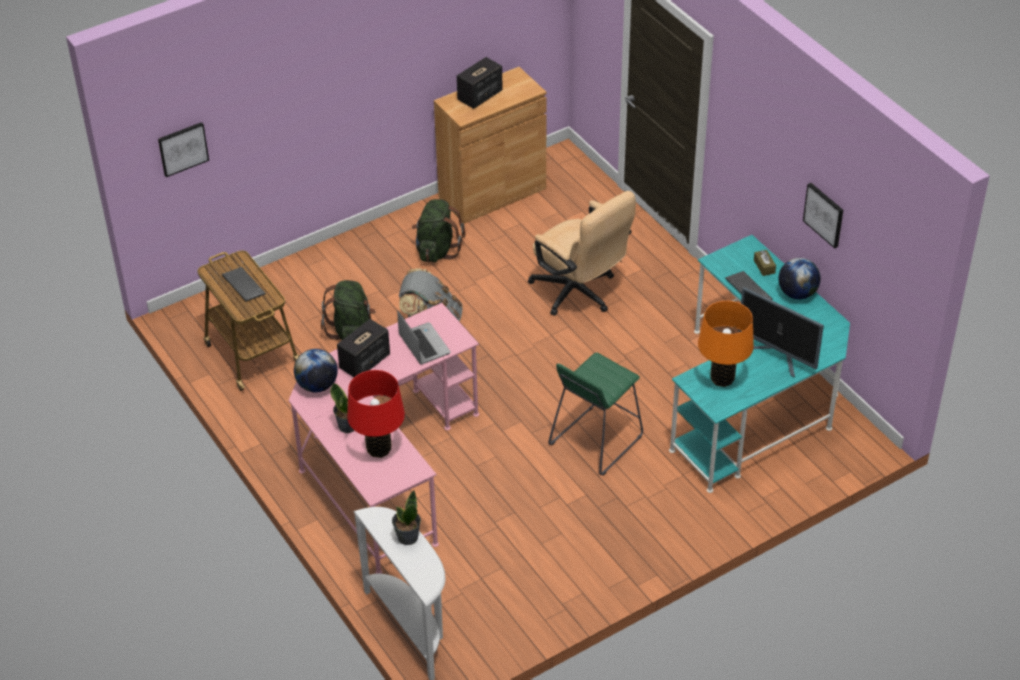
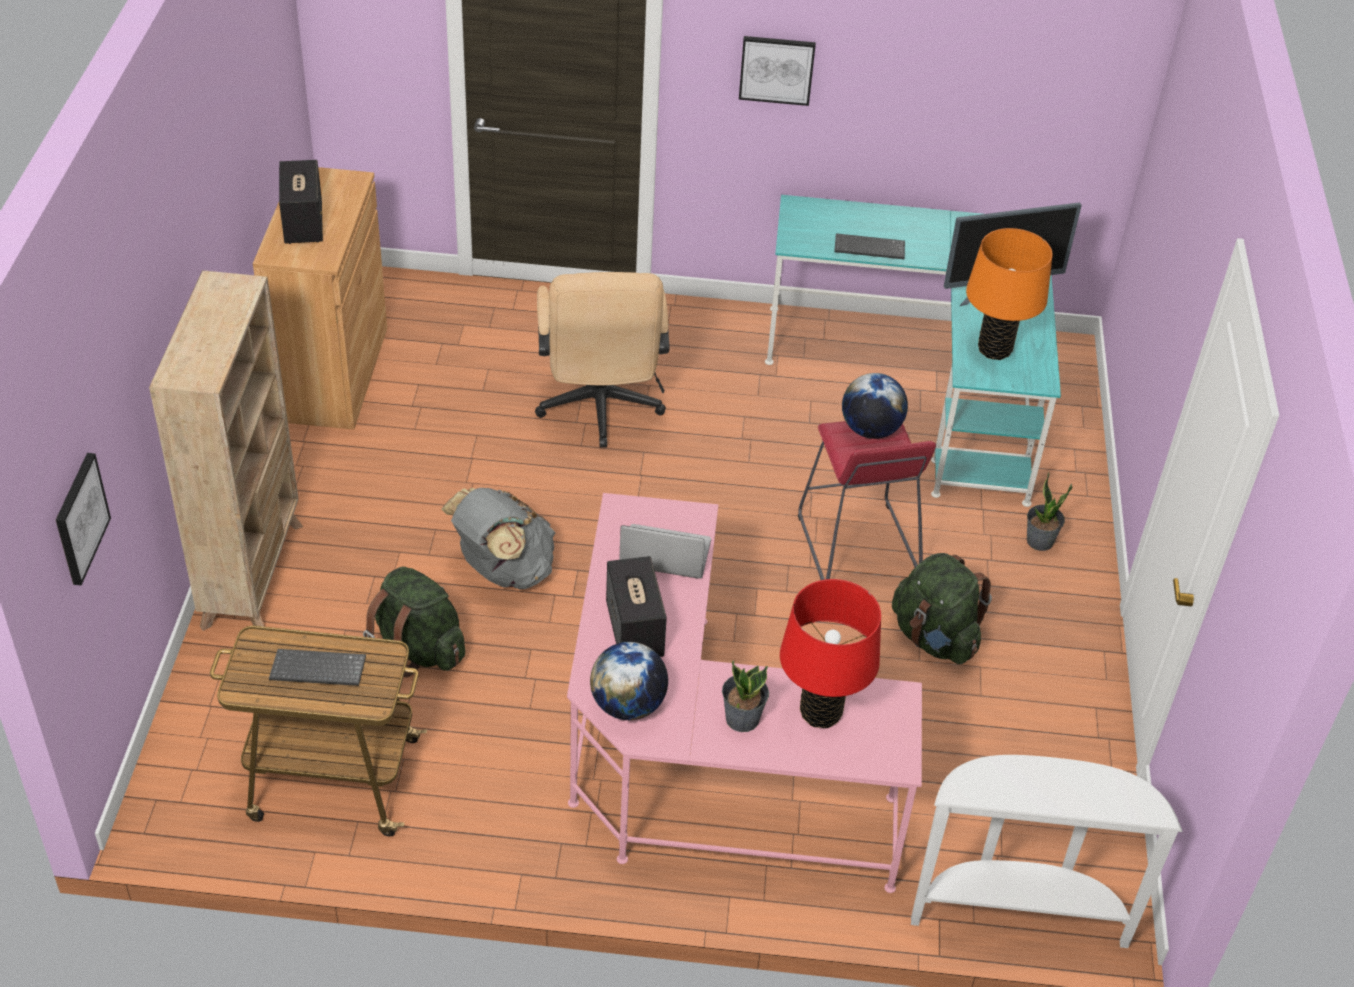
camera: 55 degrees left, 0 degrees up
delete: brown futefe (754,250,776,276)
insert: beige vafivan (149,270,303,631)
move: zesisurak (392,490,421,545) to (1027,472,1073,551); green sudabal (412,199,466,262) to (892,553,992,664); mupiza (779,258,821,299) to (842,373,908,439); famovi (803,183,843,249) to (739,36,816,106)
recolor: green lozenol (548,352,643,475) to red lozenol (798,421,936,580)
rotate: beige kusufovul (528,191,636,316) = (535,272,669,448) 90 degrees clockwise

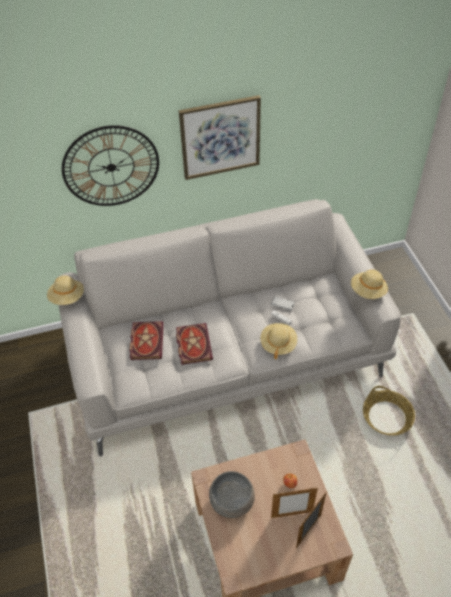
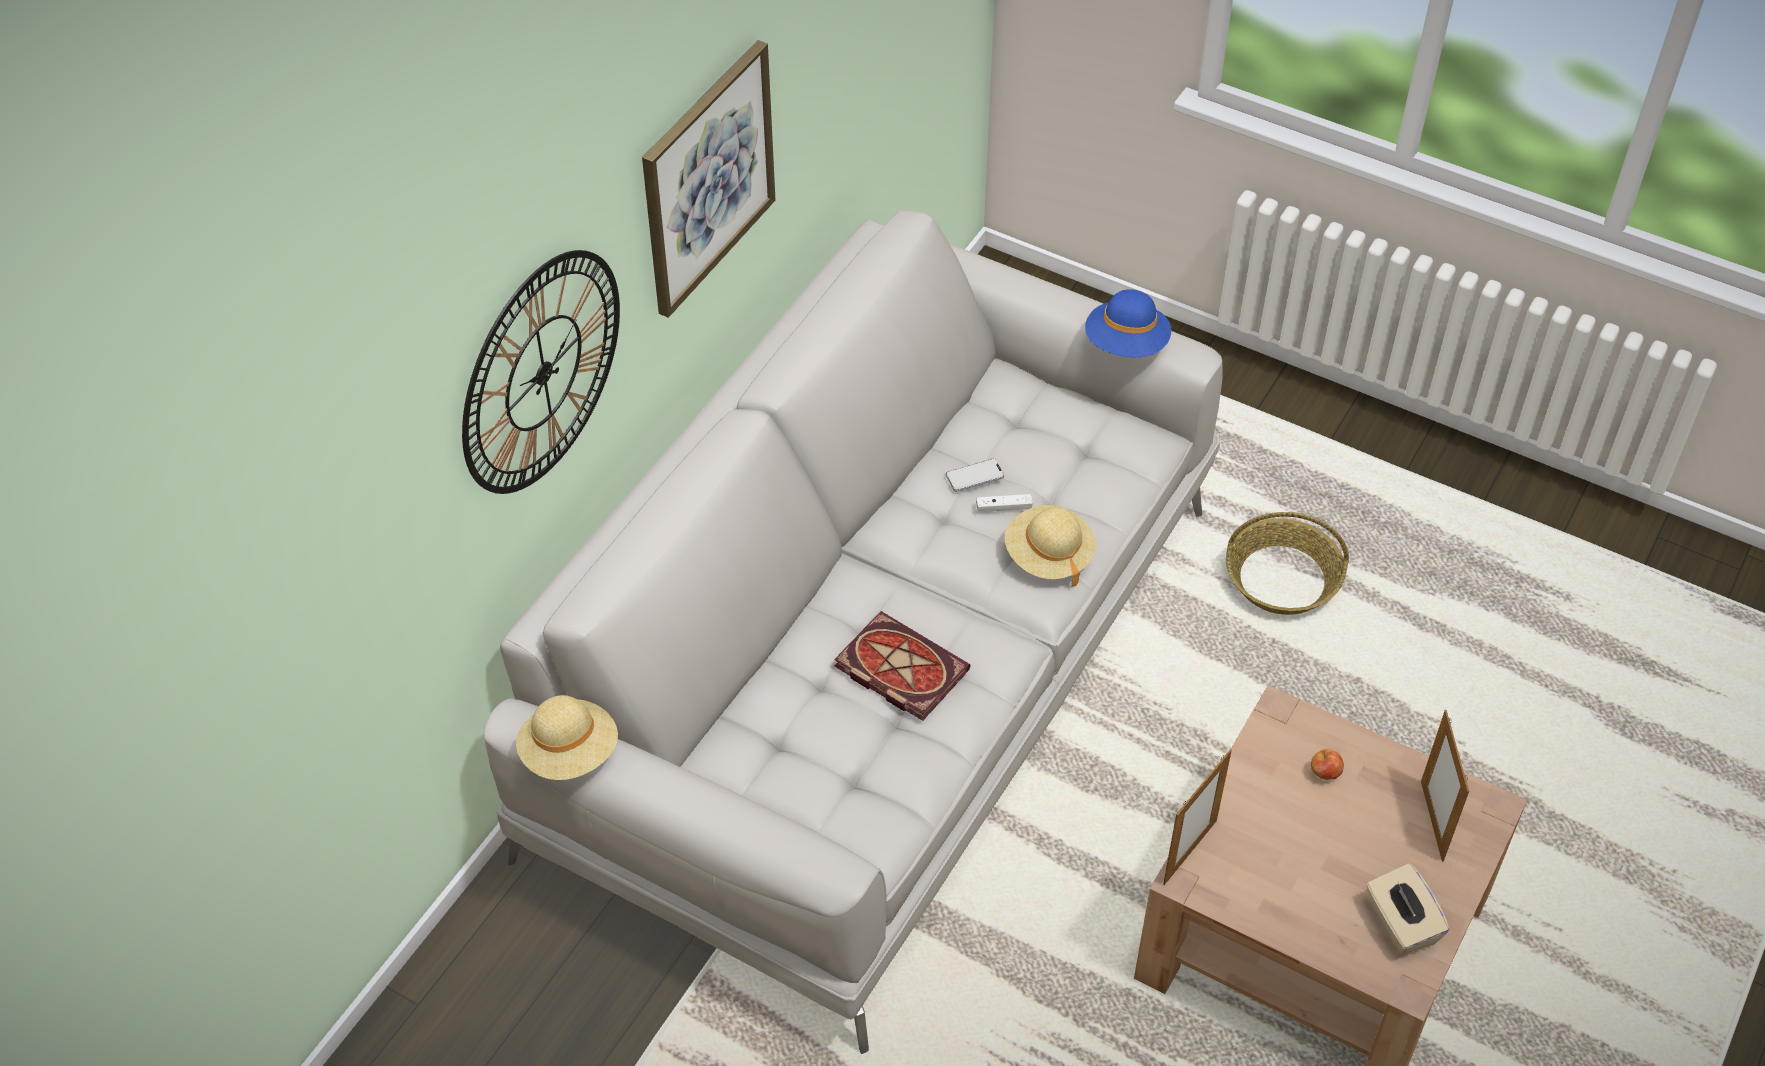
camera: 45 degrees left, 0 degrees up
delete: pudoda (130,321,164,360); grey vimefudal (209,471,255,518)
insert: beige futefe (1367,863,1450,955)
move: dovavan (271,487,318,518) to (1163,749,1232,885)
recolor: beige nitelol (351,269,388,299) to blue nitelol (1085,289,1171,357)

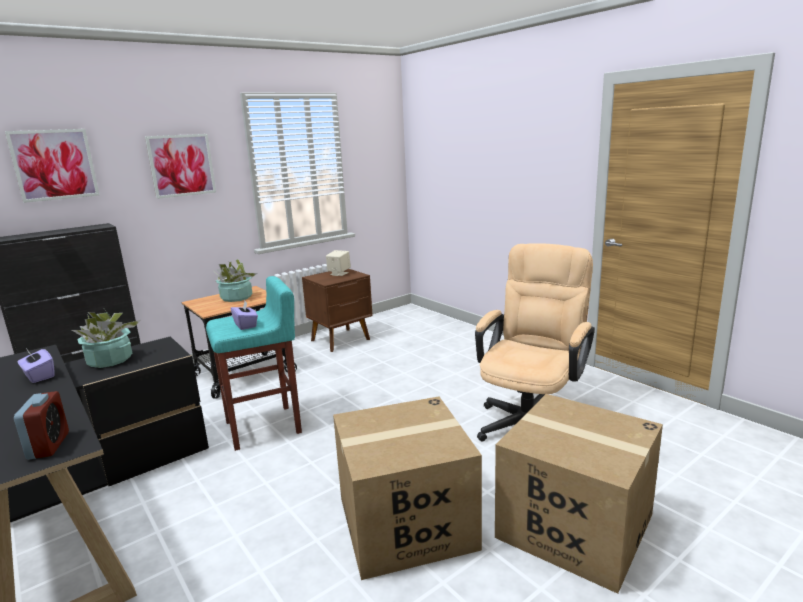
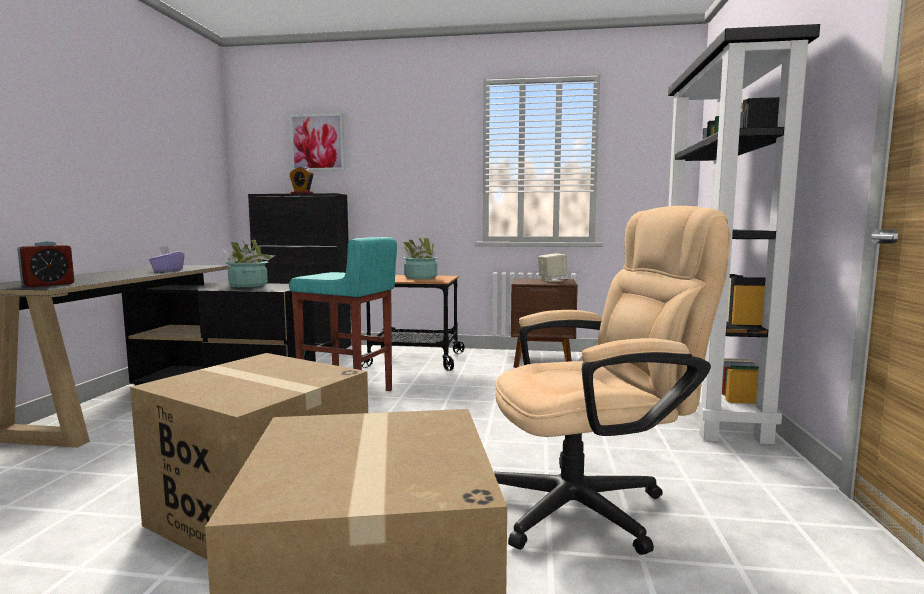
camera: 45 degrees right, 10 degrees down
delete: famovi (145,134,216,199); purple futefe (231,301,258,330)
insert: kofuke (289,167,314,194); black vafivan (668,24,820,444)

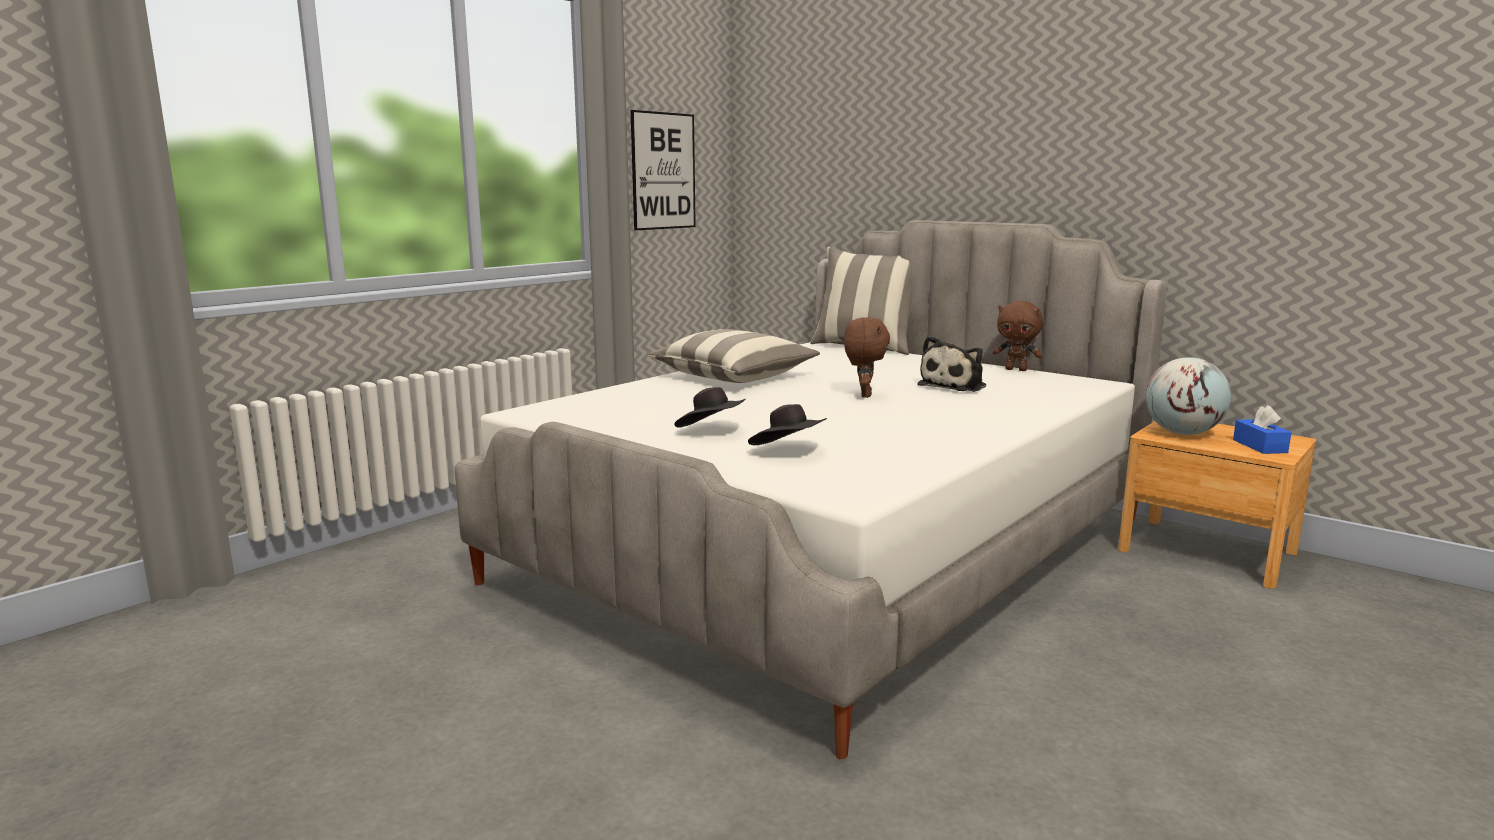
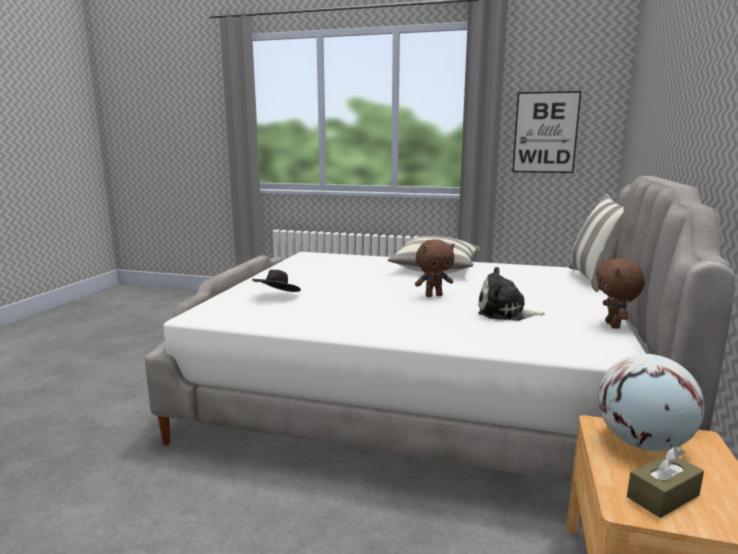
camera: 65 degrees right, 0 degrees up
delete: black nitelol (674,387,745,427)
recolor: blue futefe (1233,405,1292,454) to brown futefe (627,447,704,518)

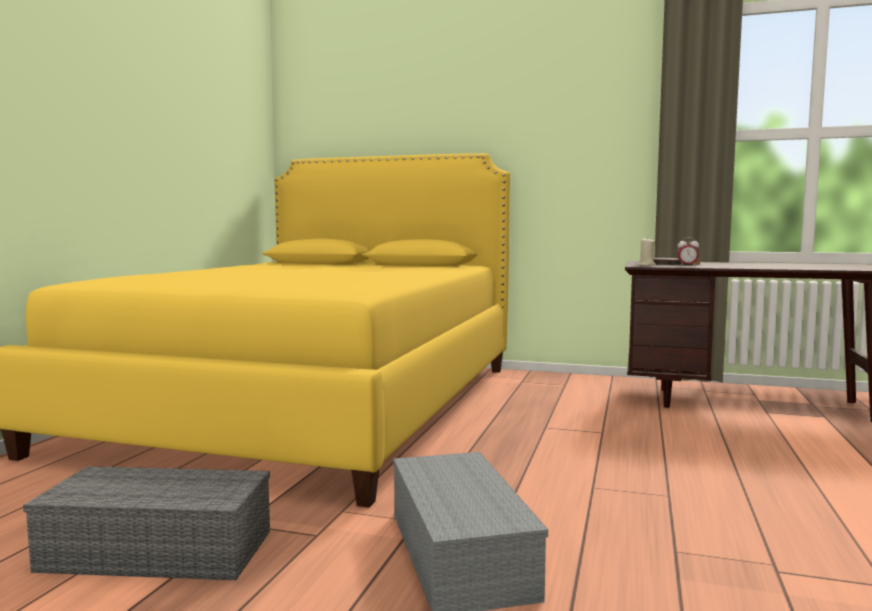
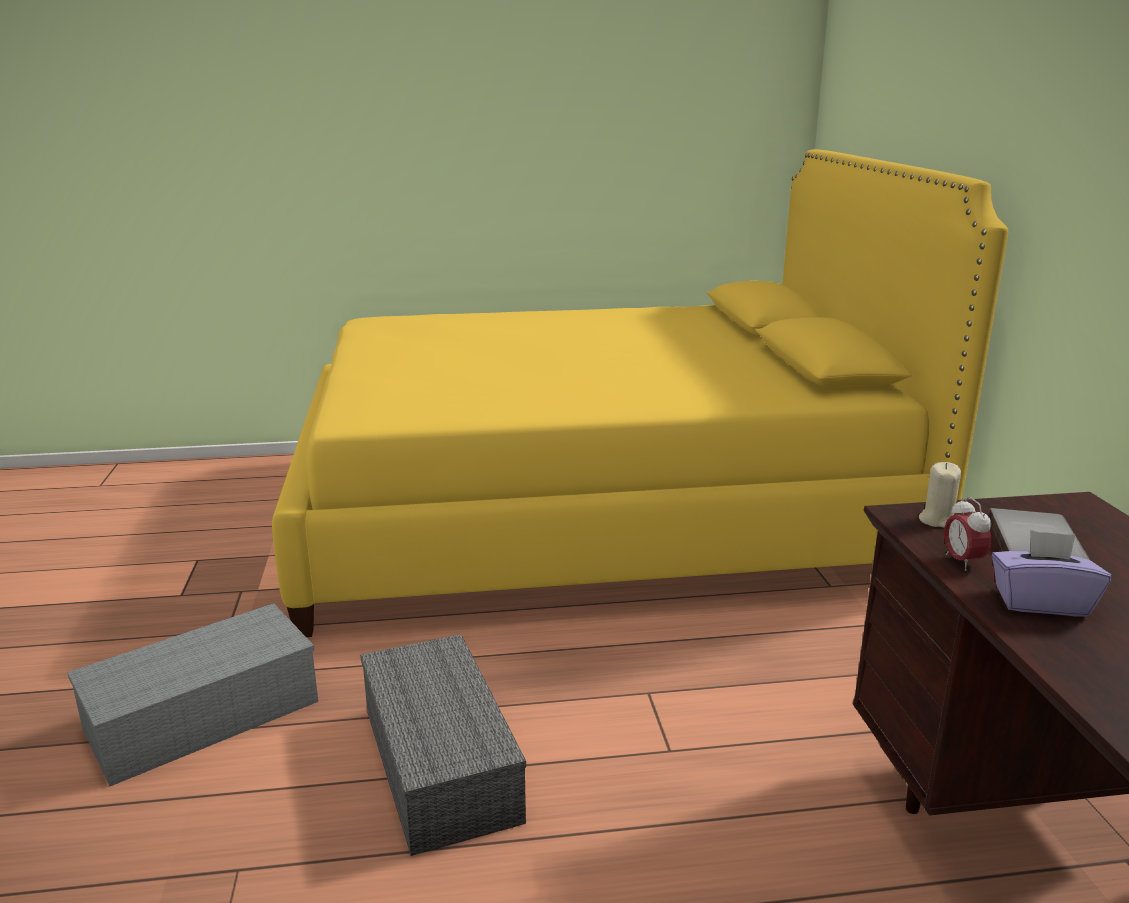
camera: 65 degrees right, 15 degrees up
insert: purple futefe (992,530,1112,616)
move: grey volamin (23,466,270,580) to (360,634,526,856)

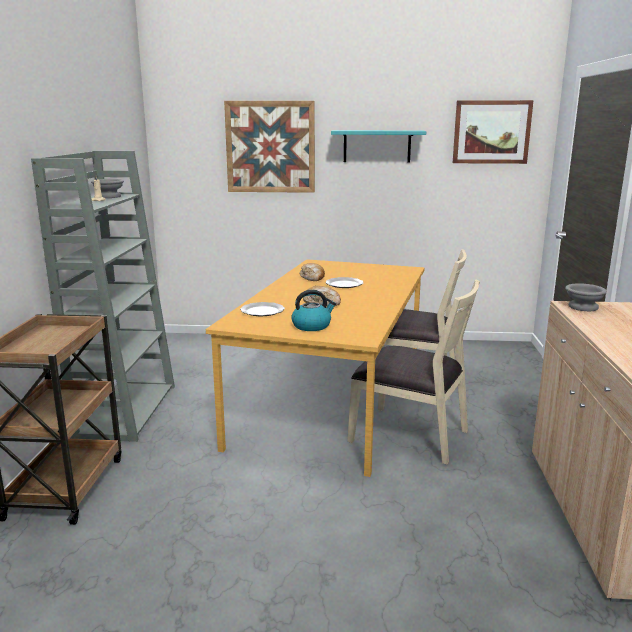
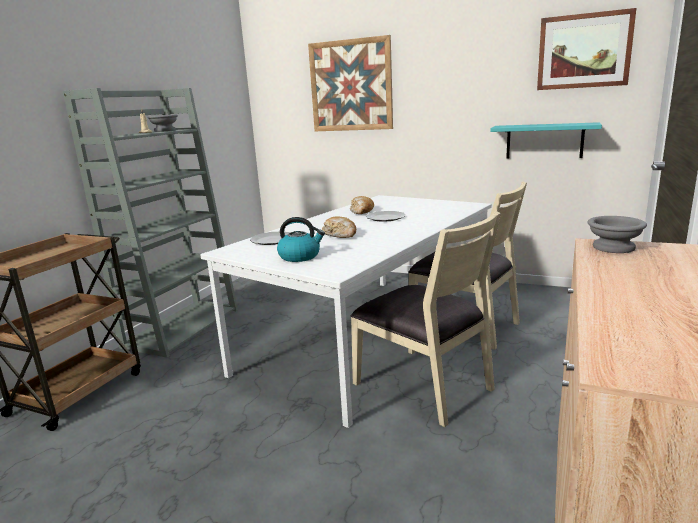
camera: 20 degrees right, 0 degrees up
move: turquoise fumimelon (331,130,426,163) to (491,122,602,159)
recolor: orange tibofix (206,259,425,477) to white tibofix (200,195,492,428)

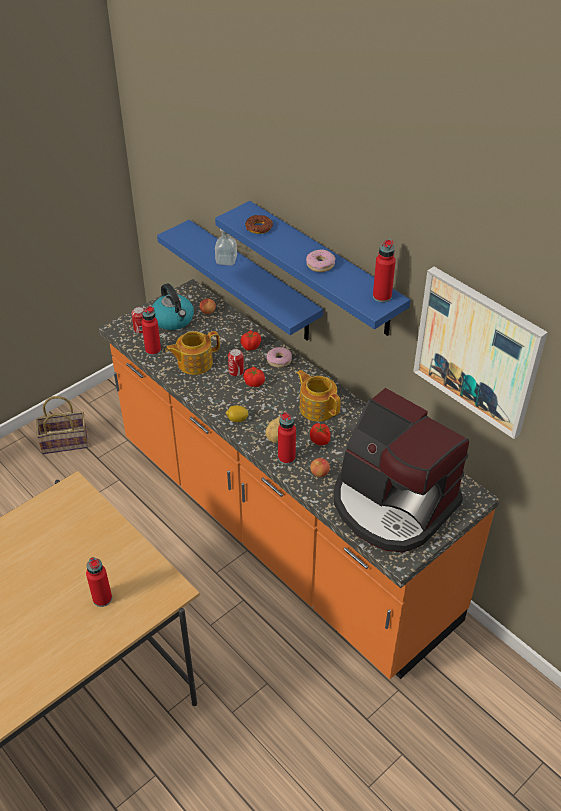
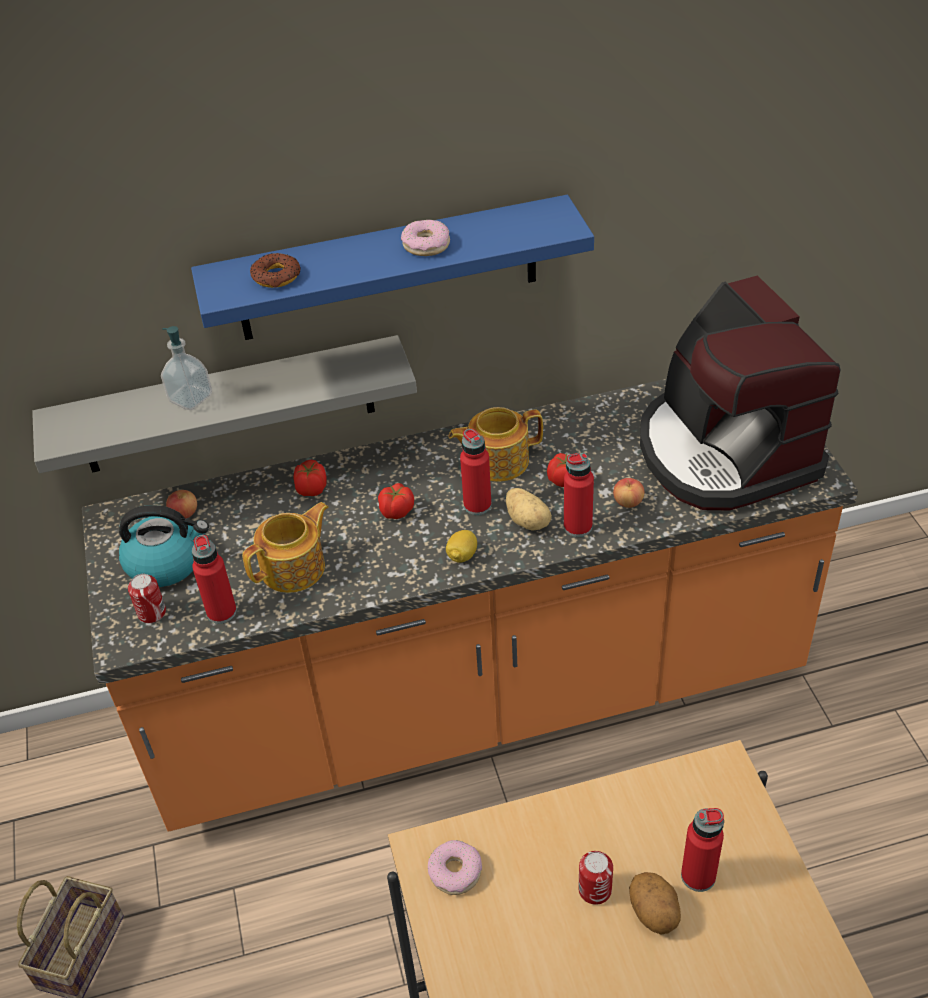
camera: 60 degrees left, 0 degrees up
delete: famovi (413,267,548,439)
insert: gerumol (629,872,681,934)
move: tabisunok (228,349,244,376) to (578,851,613,905); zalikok (267,347,292,368) to (428,840,482,895); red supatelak (373,239,396,303) to (460,428,492,515)
recolor: blue fumimelon (157,220,323,341) to grey fumimelon (32,335,417,473)
rotate: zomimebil (165,331,220,375) = (242,502,329,593) 135 degrees counterclockwise; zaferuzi (334,388,469,553) = (640,275,841,511) 90 degrees clockwise

